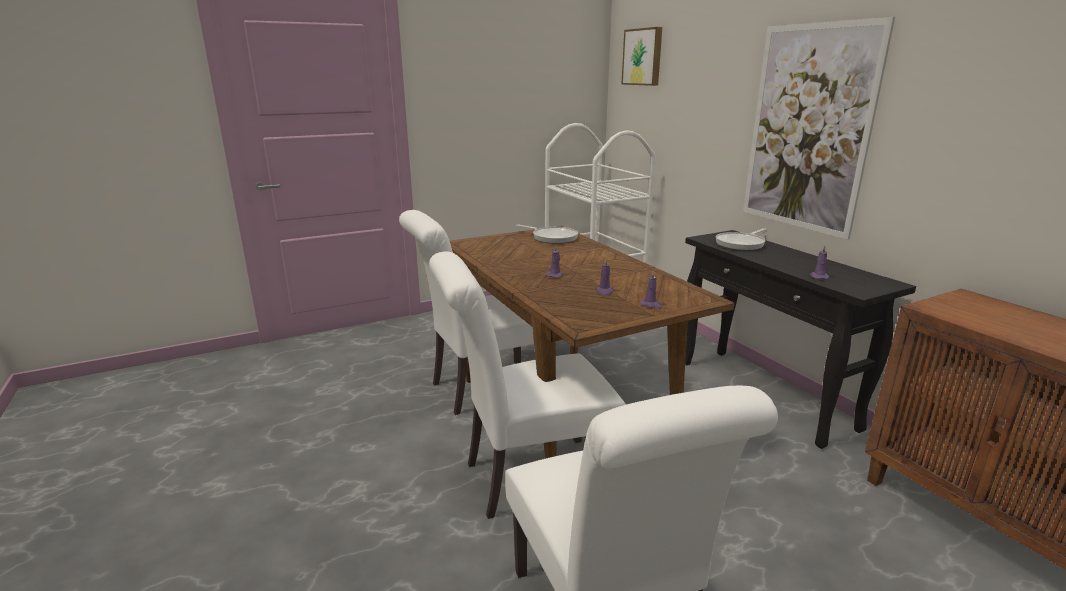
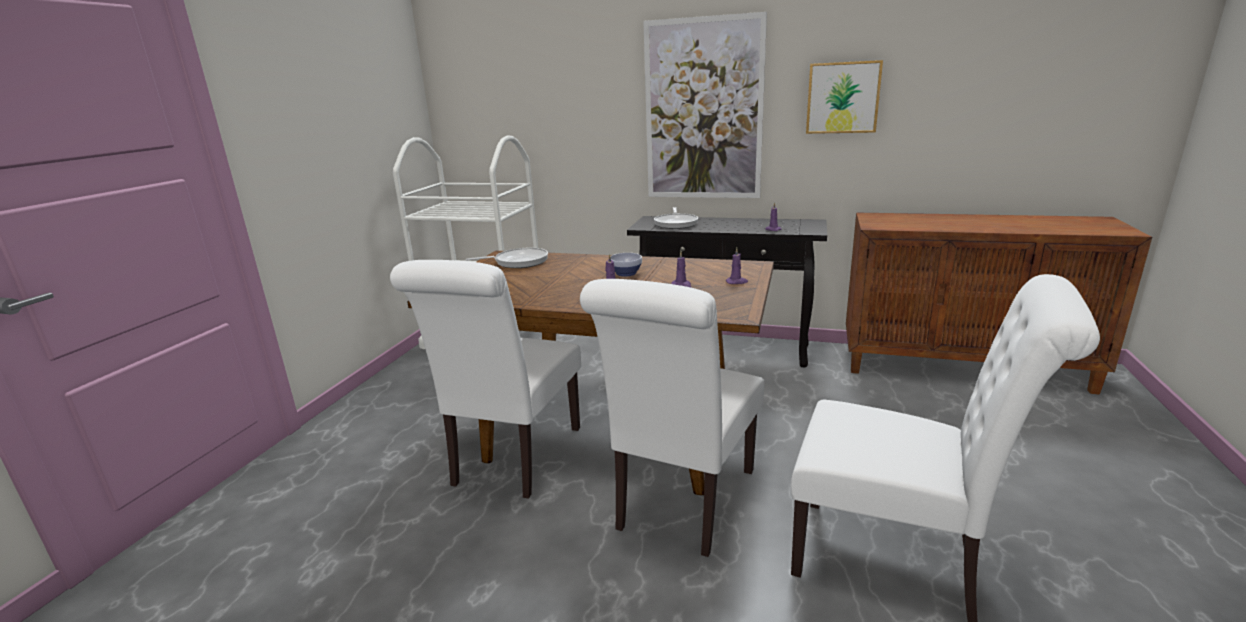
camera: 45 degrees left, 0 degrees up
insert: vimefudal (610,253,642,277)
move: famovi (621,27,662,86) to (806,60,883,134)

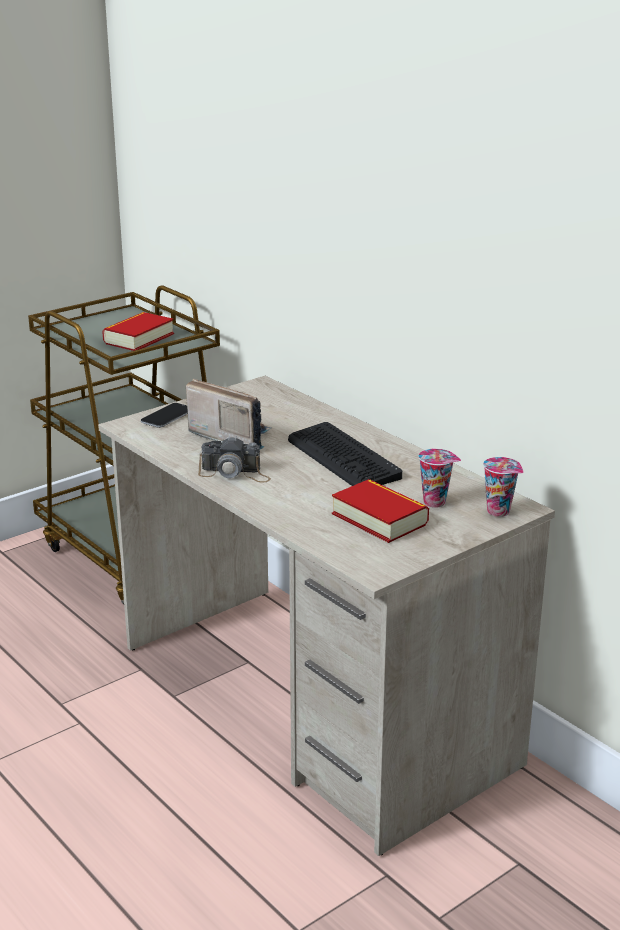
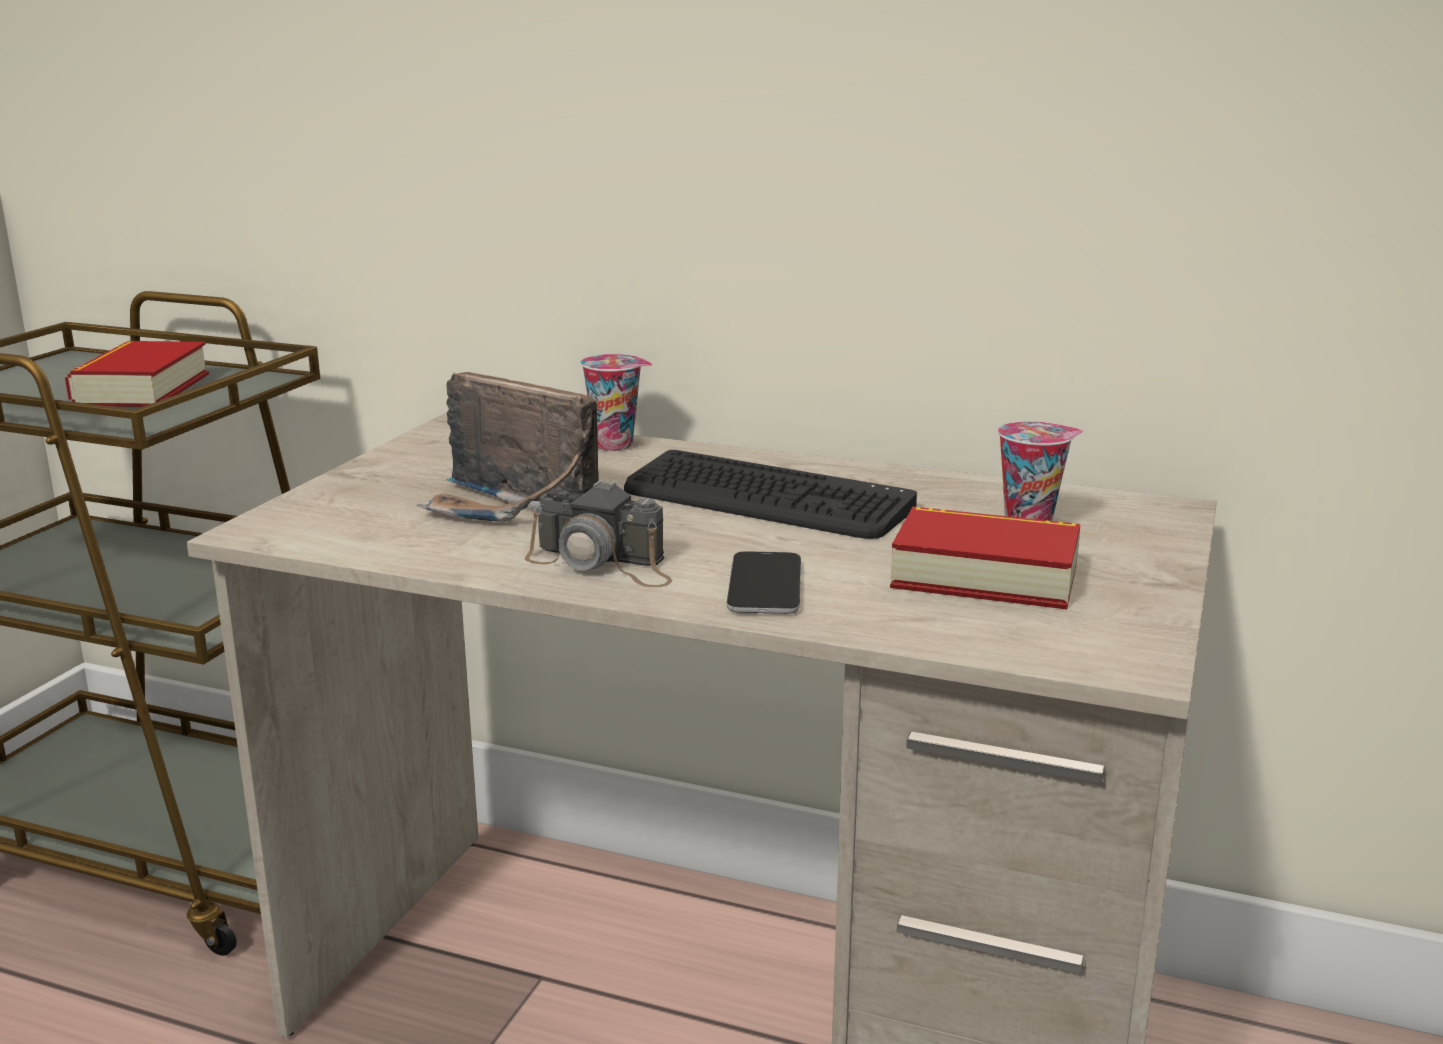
camera: 30 degrees left, 5 degrees down
move: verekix (141,403,188,428) to (727,551,802,614); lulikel (483,457,523,517) to (581,354,652,451)
rotate: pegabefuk (186,379,271,449) = (417,372,599,522) 150 degrees counterclockwise; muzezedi (198,436,271,483) = (525,480,672,587) 45 degrees clockwise

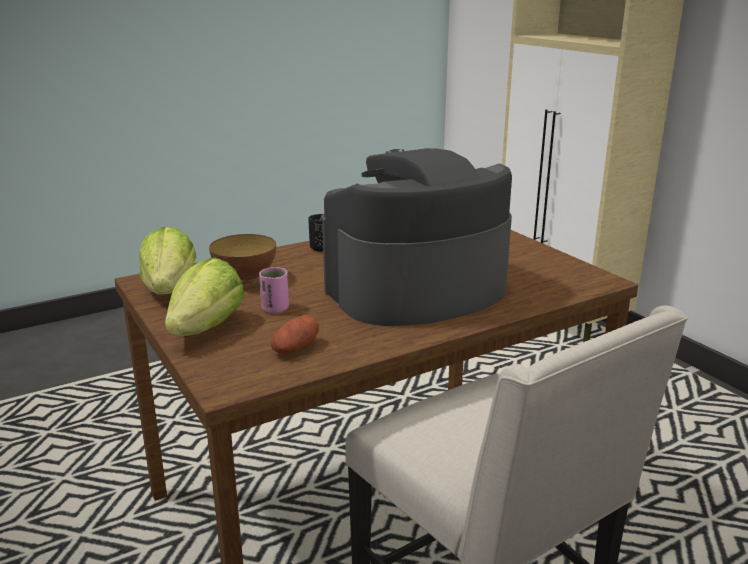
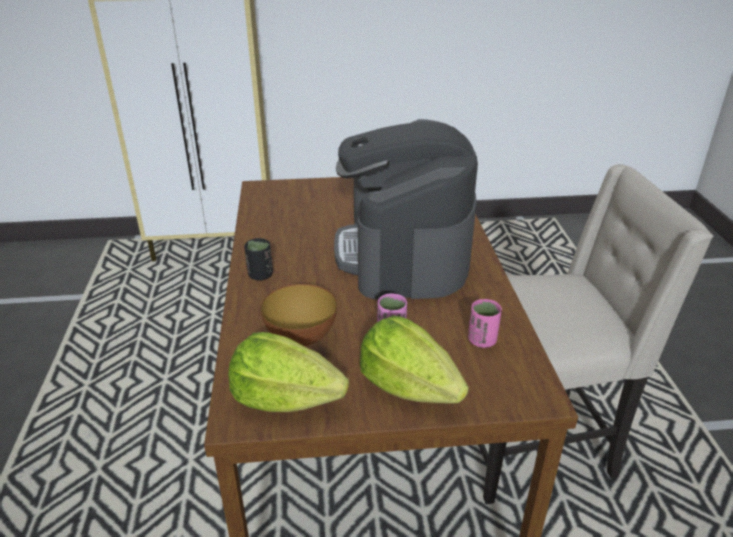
camera: 65 degrees left, 10 degrees up
replace: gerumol (271,315,319,354) to pink lulikel (468,299,502,348)

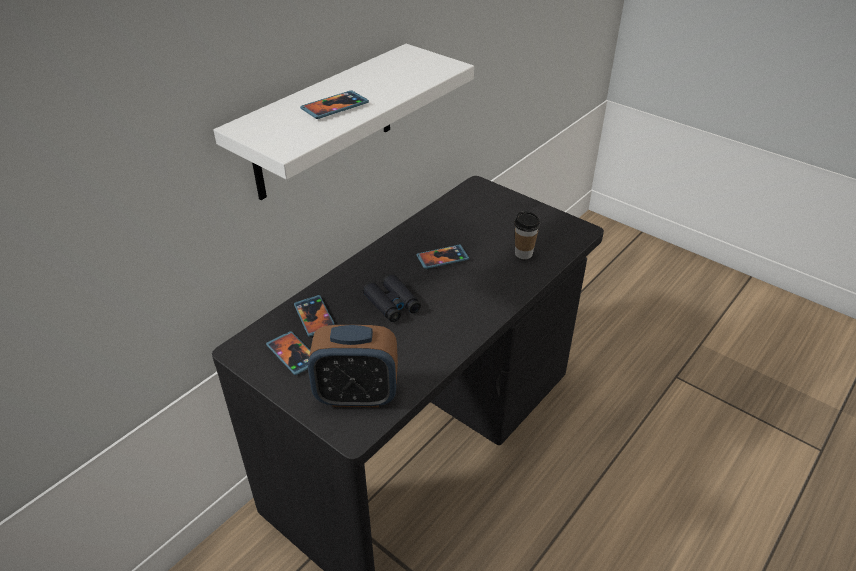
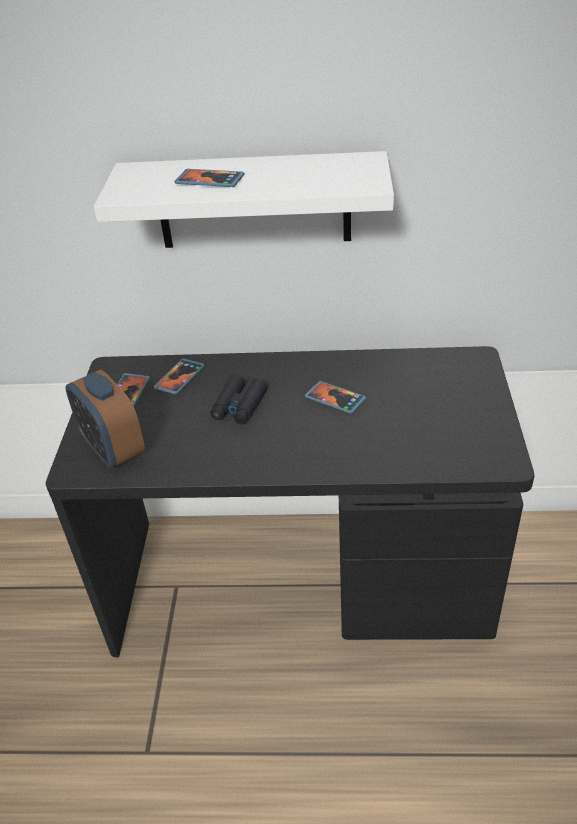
camera: 55 degrees right, 0 degrees up
delete: lulikel (514,211,540,259)

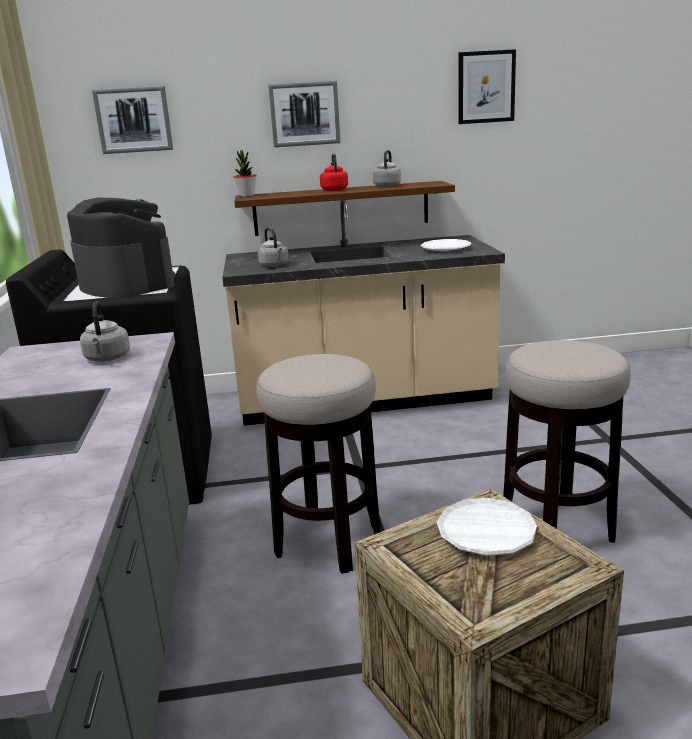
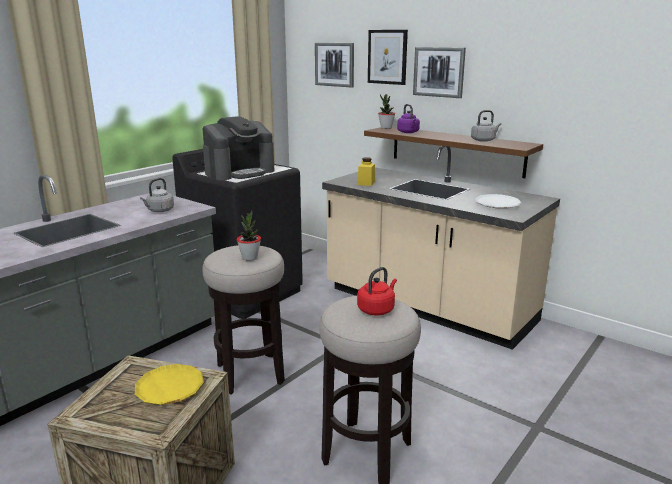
camera: 45 degrees right, 0 degrees up
insert: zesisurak (237,210,261,260); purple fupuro (397,104,420,133)
move: red fupuro (320,154,348,191) to (357,267,397,315); famovi (458,49,516,124) to (368,30,408,85)
replace: grey fupuro (258,228,289,267) to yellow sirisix (357,157,375,186)
recolor: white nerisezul (437,498,539,556) to yellow nerisezul (135,364,204,405)
rotate: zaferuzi (67,198,176,298) = (203,116,274,180) 45 degrees clockwise

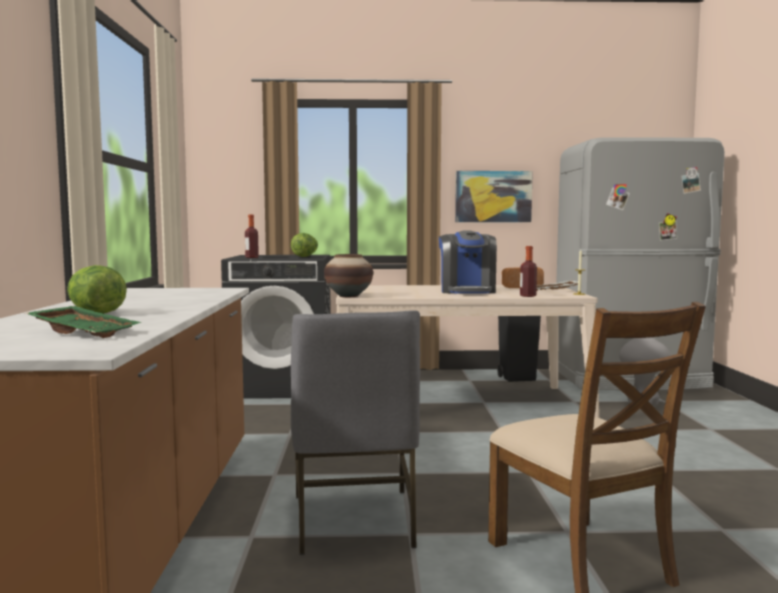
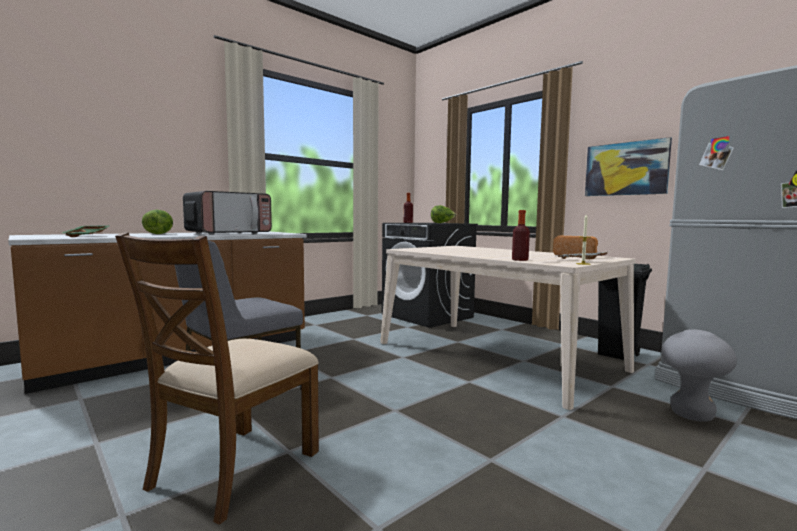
camera: 50 degrees right, 0 degrees up
delete: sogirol (324,254,373,297); zaferuzi (439,230,497,294)
insert: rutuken (183,191,272,235)

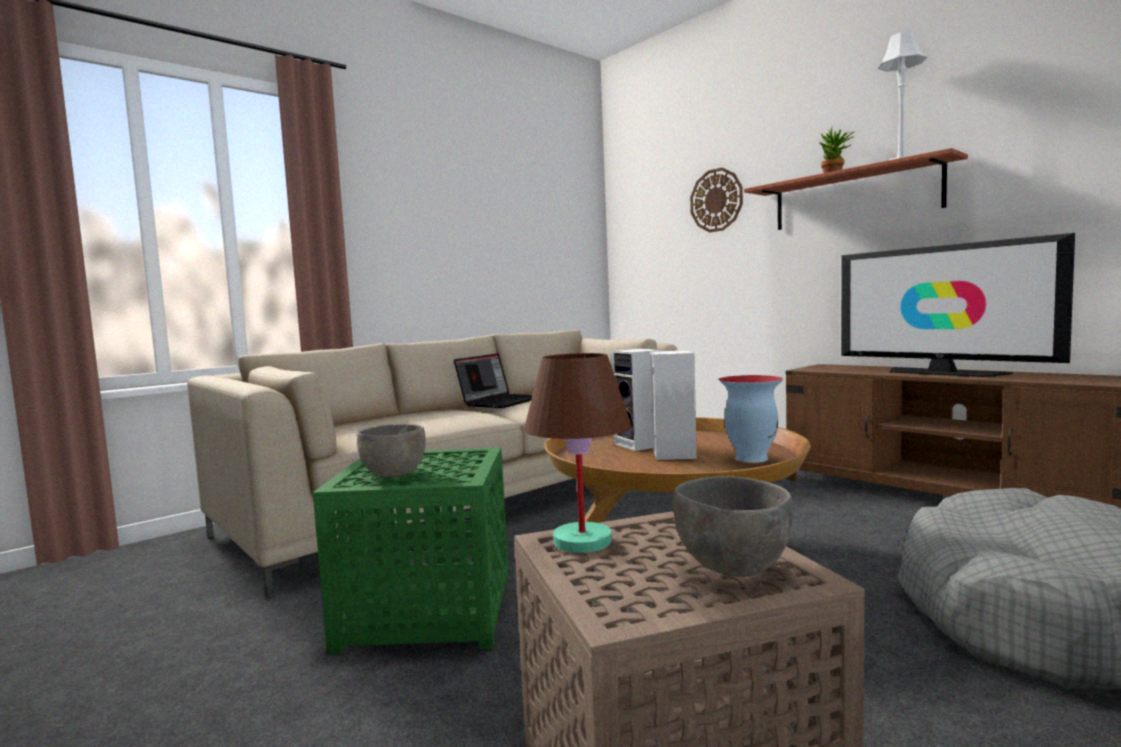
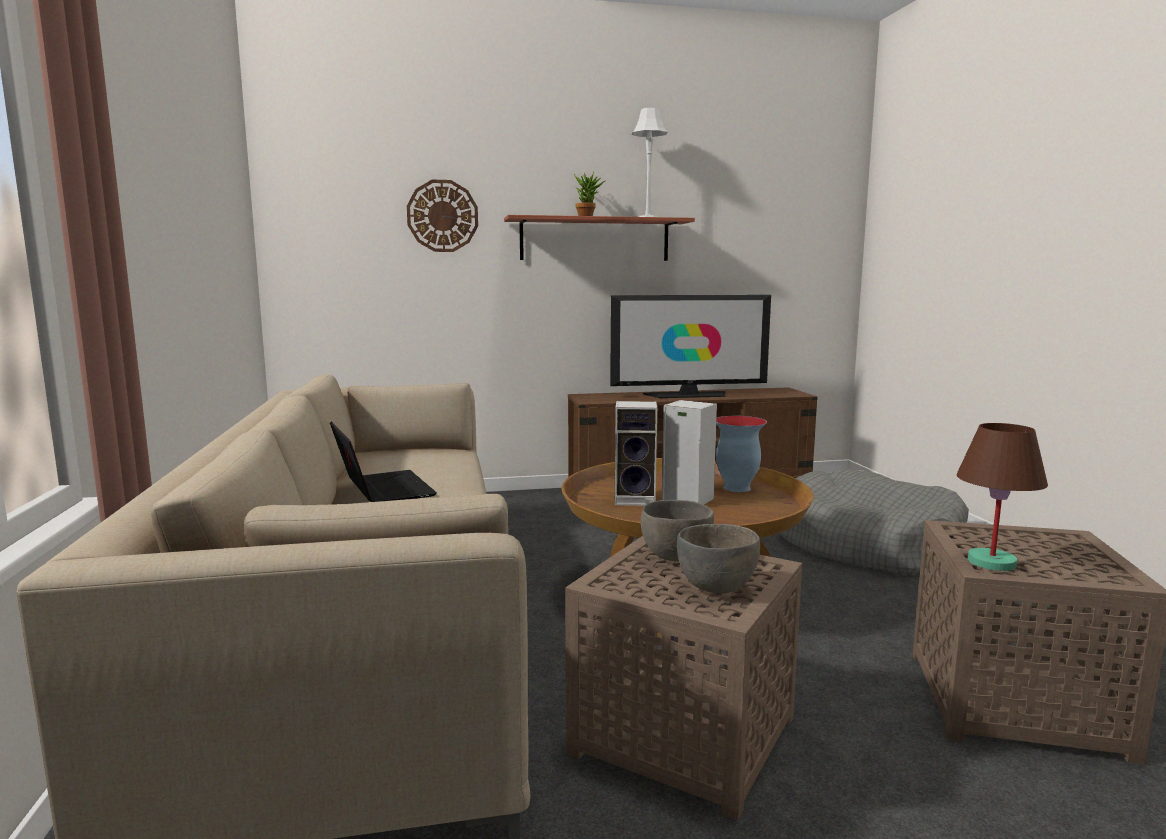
camera: 60 degrees left, 5 degrees up
move: grey vimefudal (673,476,793,577) to (641,500,714,561)
recolor: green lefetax (312,447,509,655) to brown lefetax (565,536,802,821)

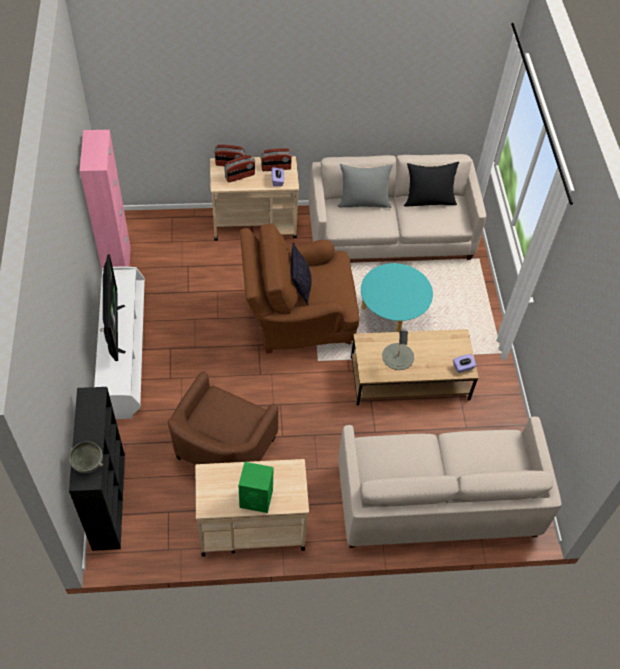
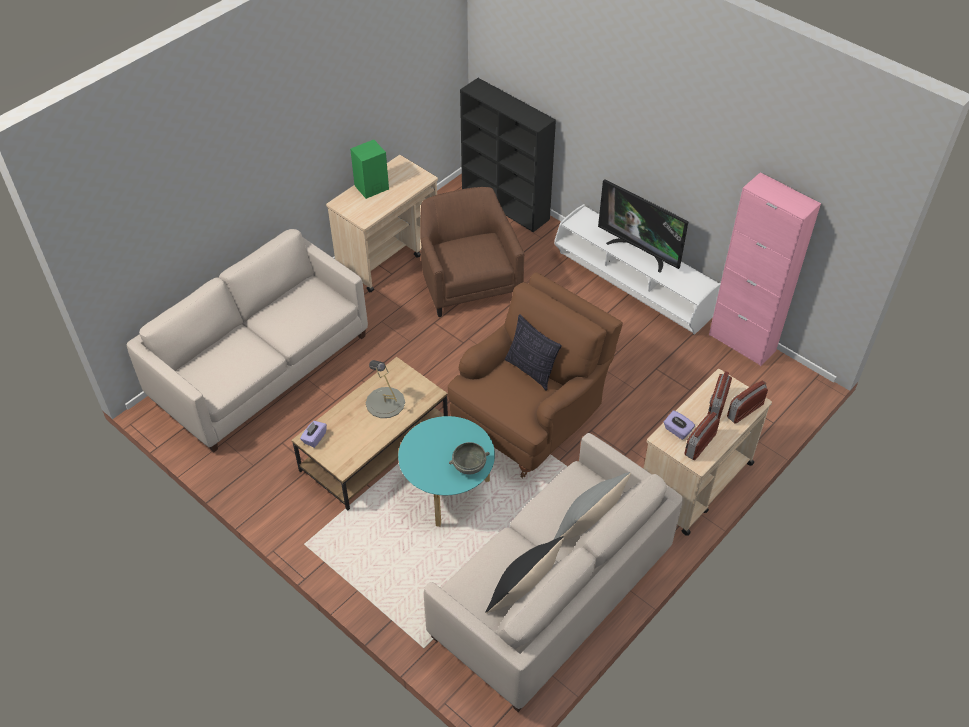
camera: 140 degrees right, 5 degrees down
move: grey vimefudal (69,442,103,473) to (449,442,490,474)

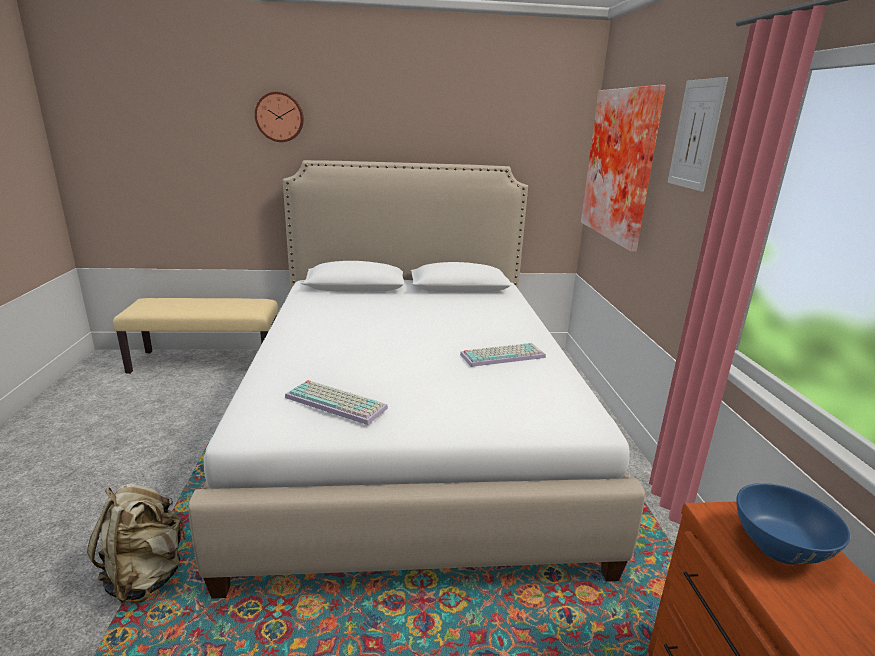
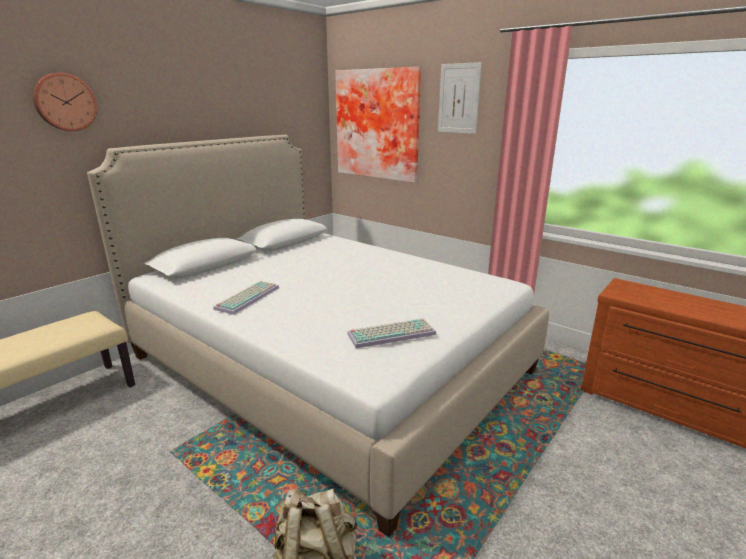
camera: 45 degrees left, 0 degrees up
delete: blue vimefudal (736,483,850,565)
move: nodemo (460,343,546,367) to (213,281,279,315)

